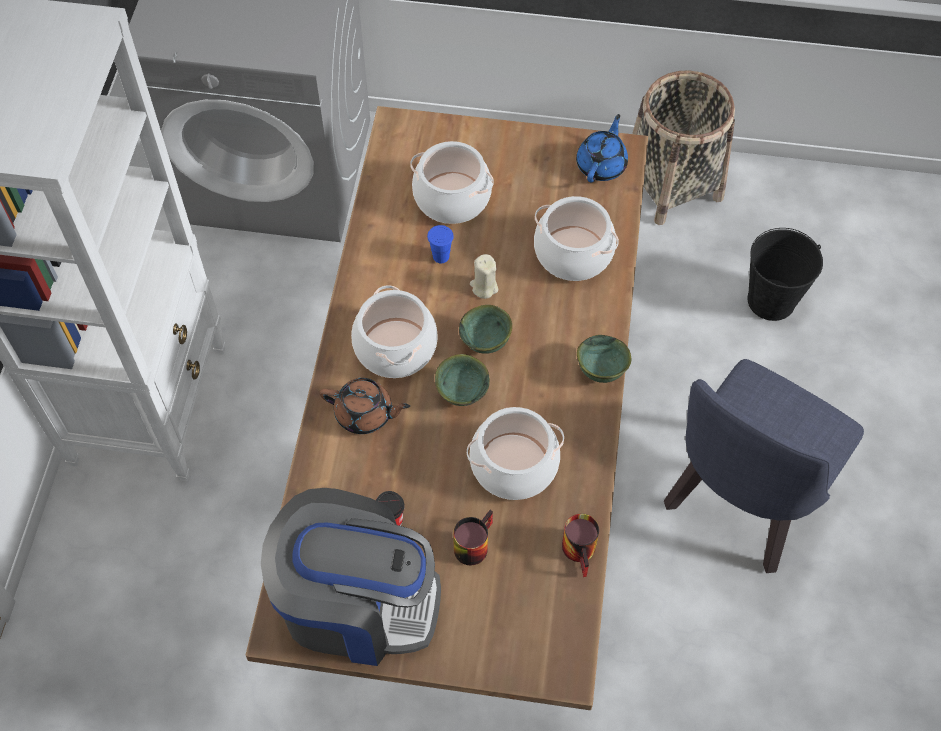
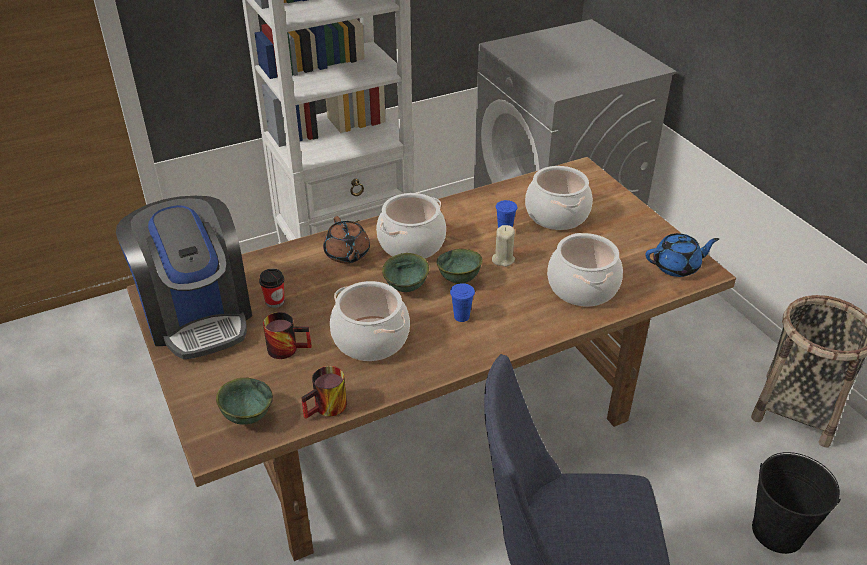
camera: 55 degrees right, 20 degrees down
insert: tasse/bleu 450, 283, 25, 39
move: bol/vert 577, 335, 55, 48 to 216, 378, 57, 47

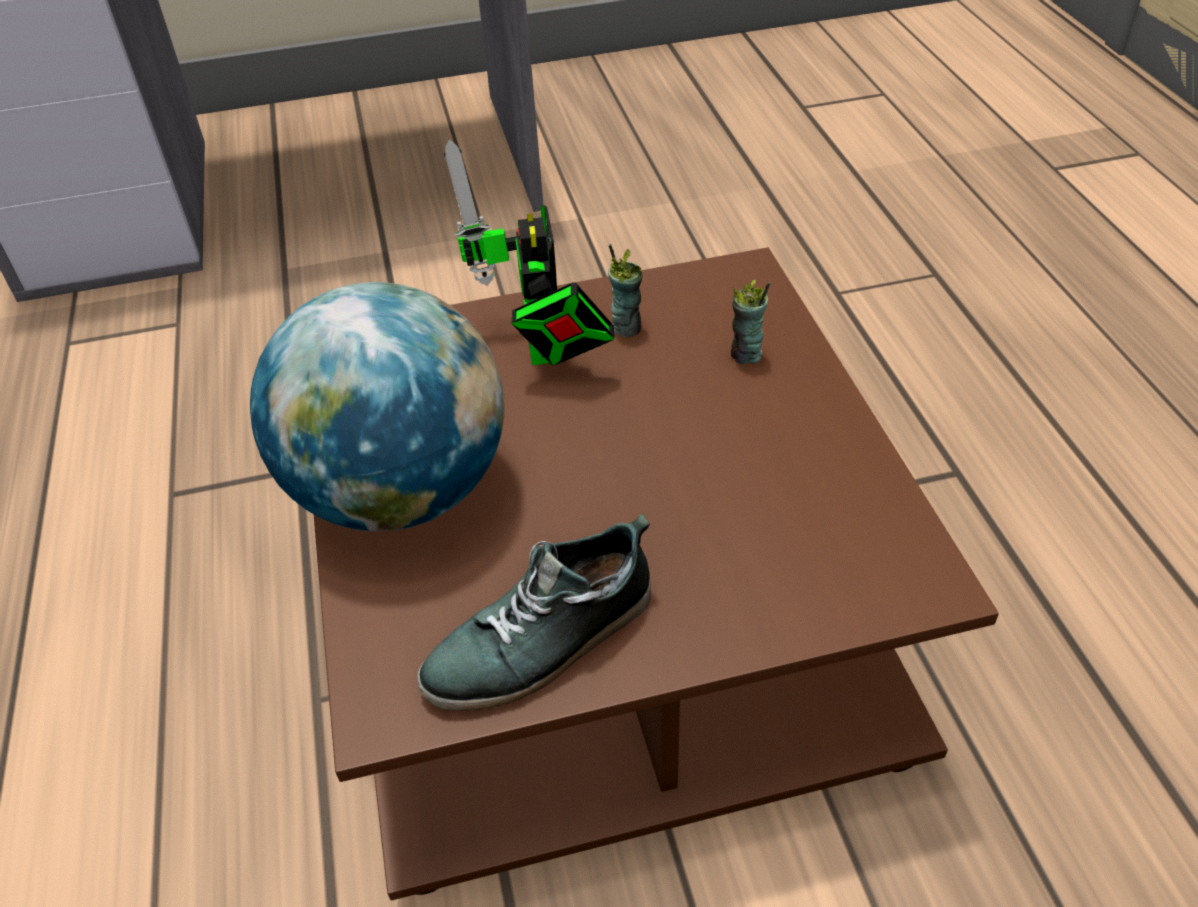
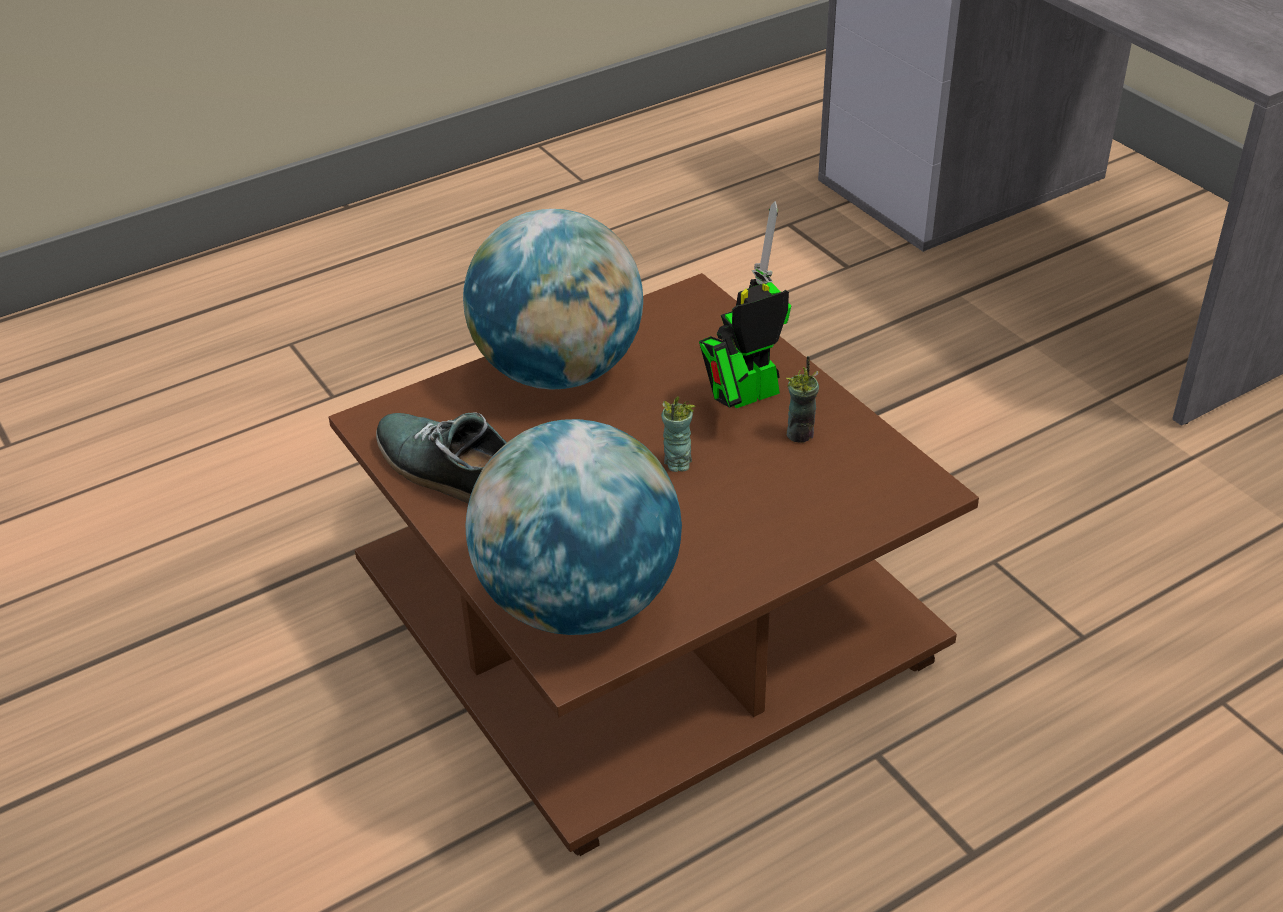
camera: 70 degrees right, 5 degrees down
insert: globe 466, 419, 216, 216
move: tasse 731, 279, 39, 86 to 661, 396, 34, 76

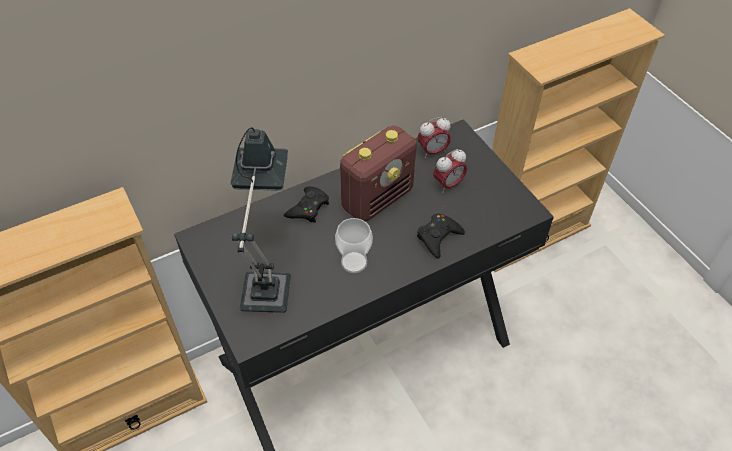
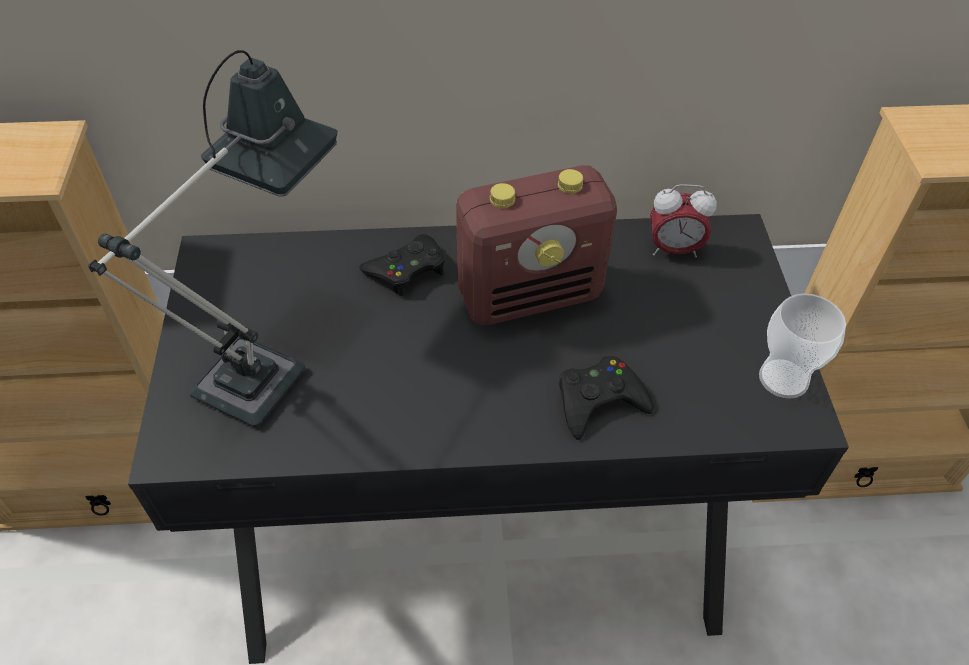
camera: 25 degrees right, 0 degrees up
delete: réveil 433, 149, 34, 44
move: tasse 335, 218, 38, 55 to 759, 294, 87, 105

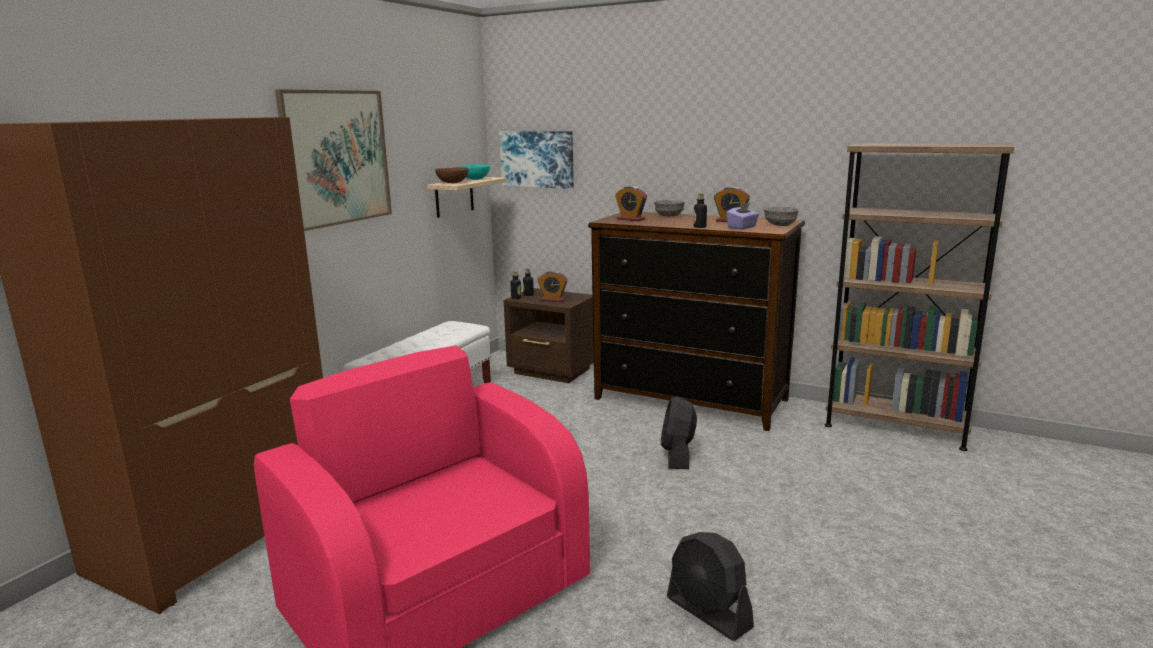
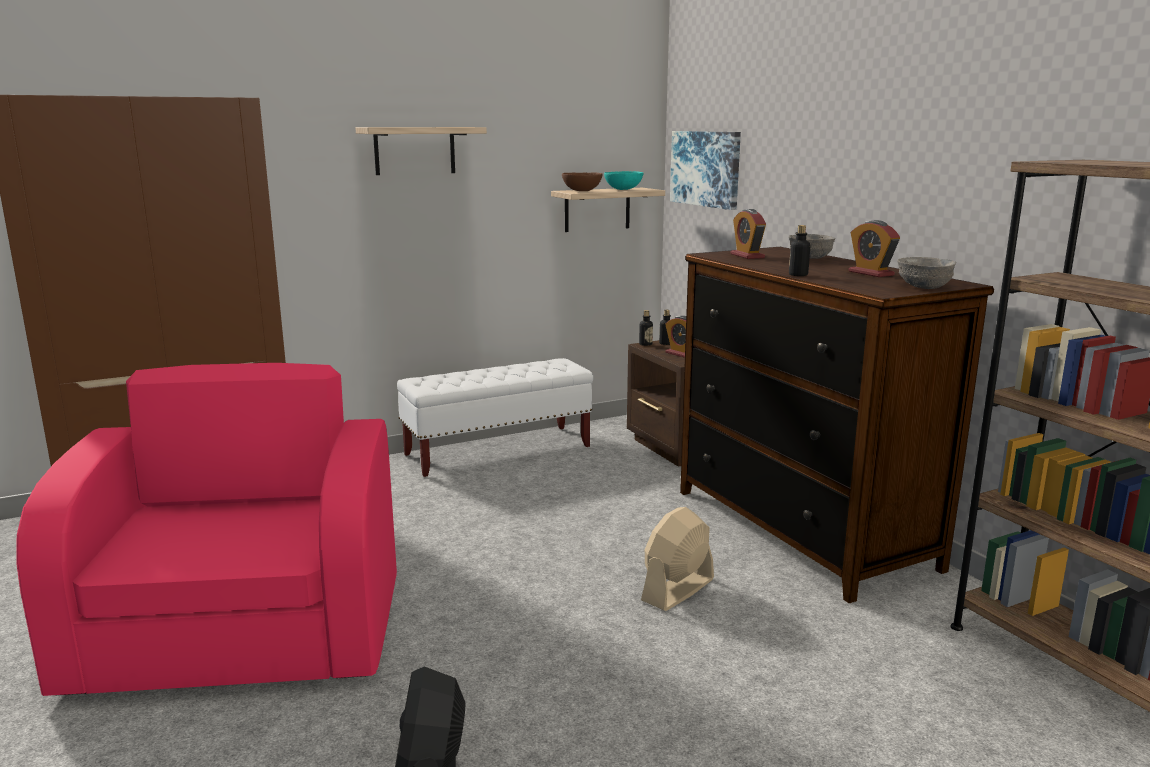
camera: 35 degrees right, 0 degrees up
delete: boîte à mouchoirs/violet 726, 203, 33, 27
replace: tableau 275, 89, 117, 142 to étagère 355, 127, 132, 48
recolor: ventilateur/noir 661, 396, 36, 73 to ventilateur/beige 641, 507, 73, 104

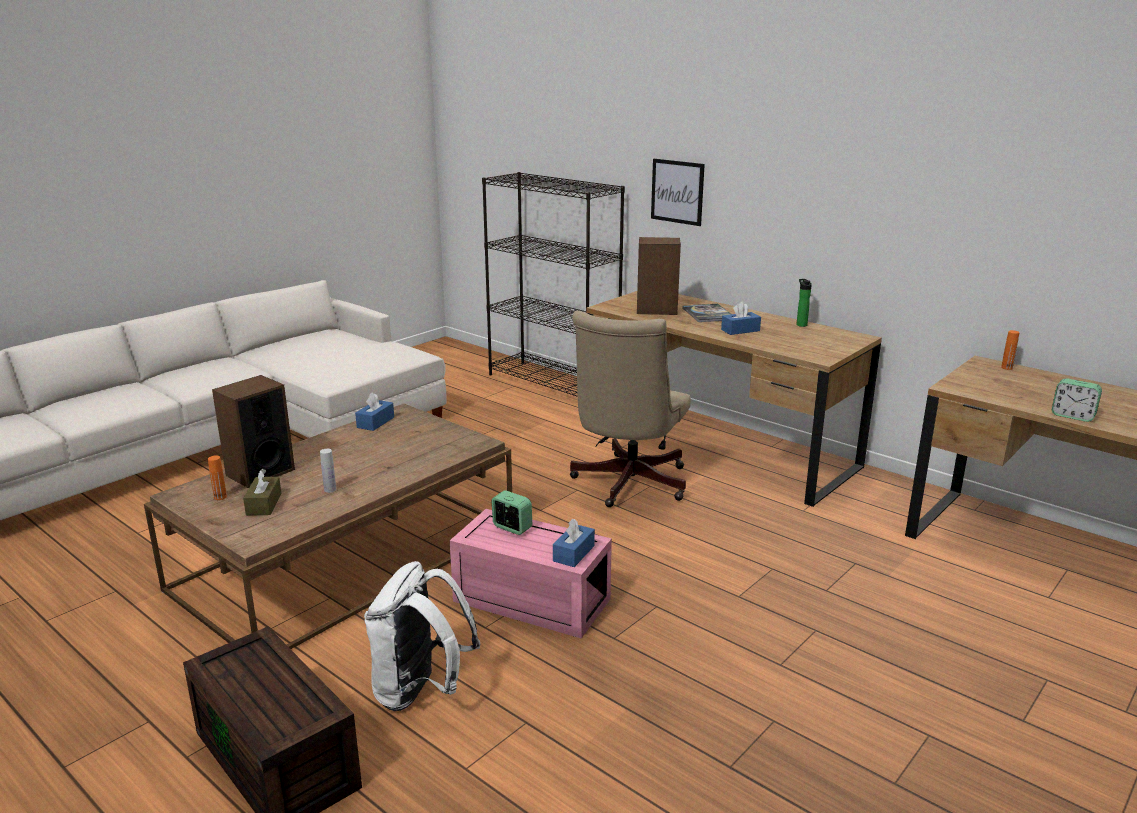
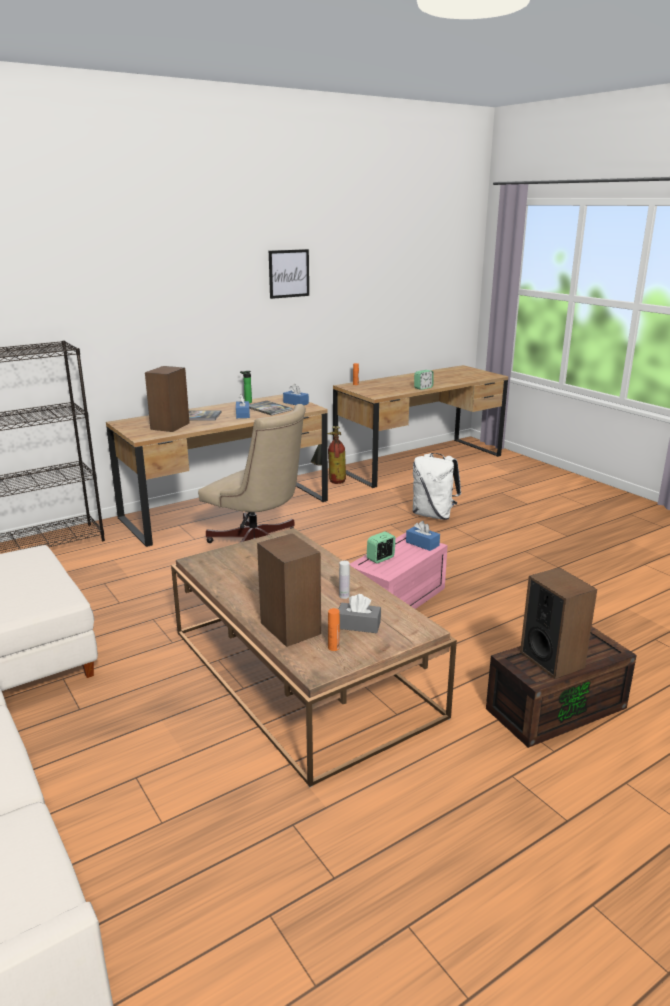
camera: 75 degrees left, 0 degrees up
insert: livre 249, 401, 44, 14; extincteur 311, 426, 35, 58; enceinte 520, 567, 77, 112
move: tableau 651, 159, 54, 67 to 269, 249, 40, 50; boîte à mouchoirs/bleu 355, 392, 39, 39 to 283, 384, 26, 21; sac à dos/blanc 364, 561, 117, 150 to 413, 453, 48, 67
recolor: boîte à mouchoirs/marron 243, 469, 39, 47 to boîte à mouchoirs/gris 338, 594, 43, 39

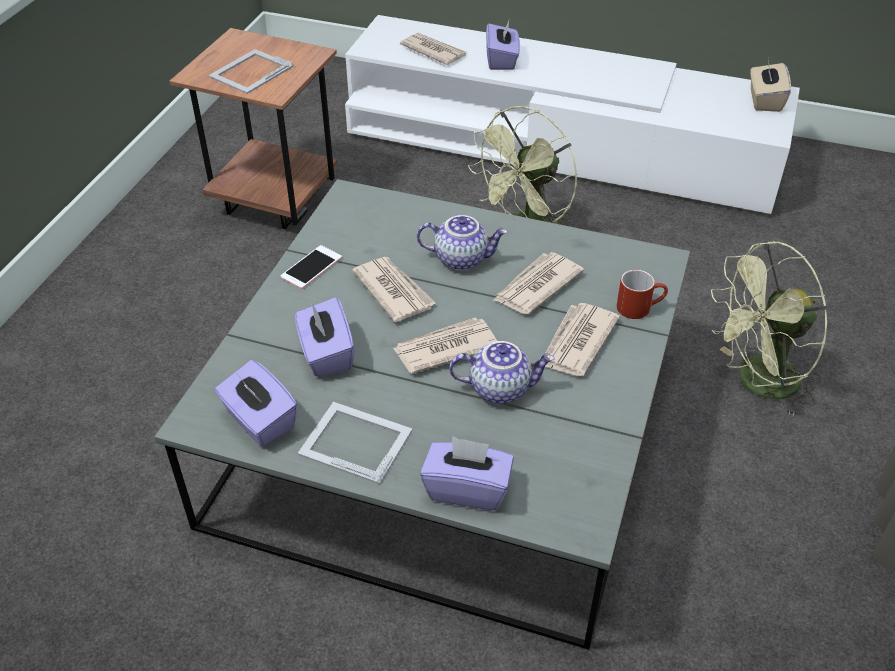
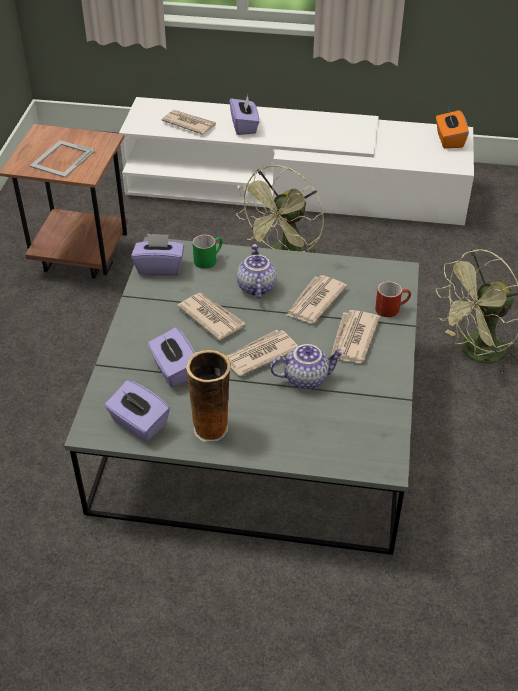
camera: 10 degrees left, 0 degrees up
delete: téléphone 281, 245, 61, 44
insert: mug/vert 193, 234, 29, 35
move: boîte à mouchoirs/violet 420, 436, 94, 74 to 131, 233, 53, 43
replace: cadre photo 298, 402, 115, 82 to vase 186, 350, 45, 92
recolor: boîte à mouchoirs/beige 750, 59, 41, 53 to boîte à mouchoirs/orange 436, 110, 33, 38
rotate: théière 417, 215, 91, 56 = 237, 244, 40, 55 90 degrees counterclockwise

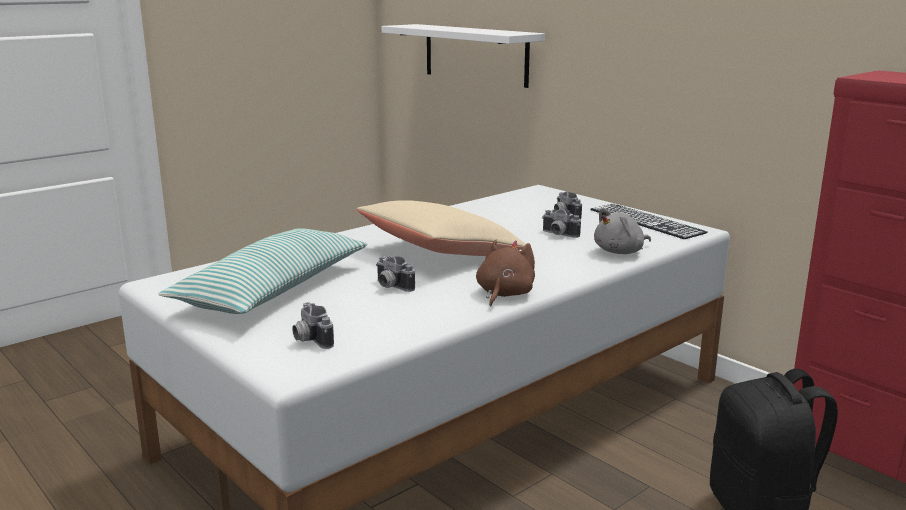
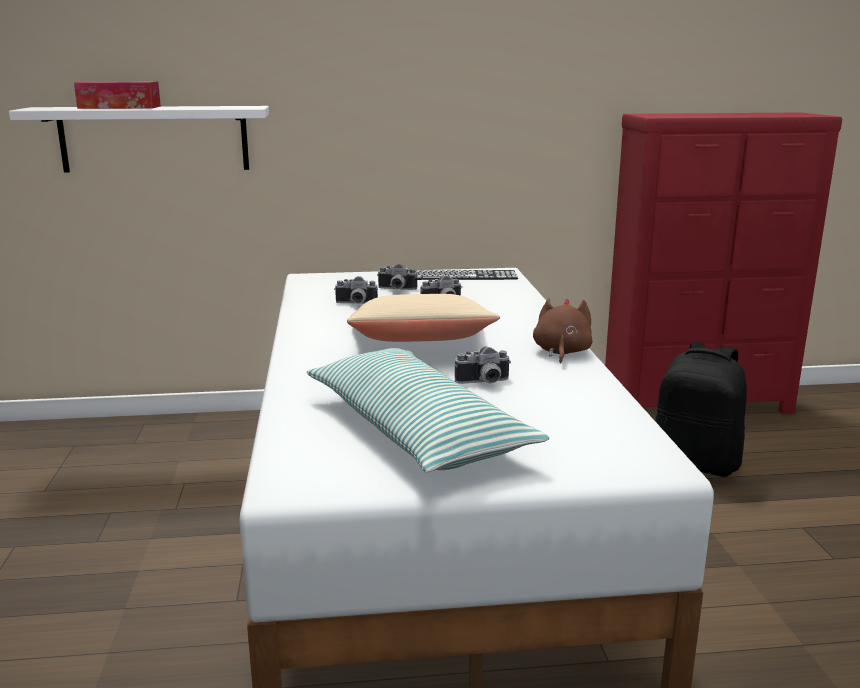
camera: 55 degrees left, 0 degrees up
delete: peluche/gris 594, 208, 57, 46
insert: boîte à mouchoirs 74, 81, 87, 28
move: appareil photo 292, 302, 42, 47 to 334, 276, 44, 28
rotate: peluche/marron 476, 240, 59, 67 = 533, 298, 60, 66 45 degrees clockwise

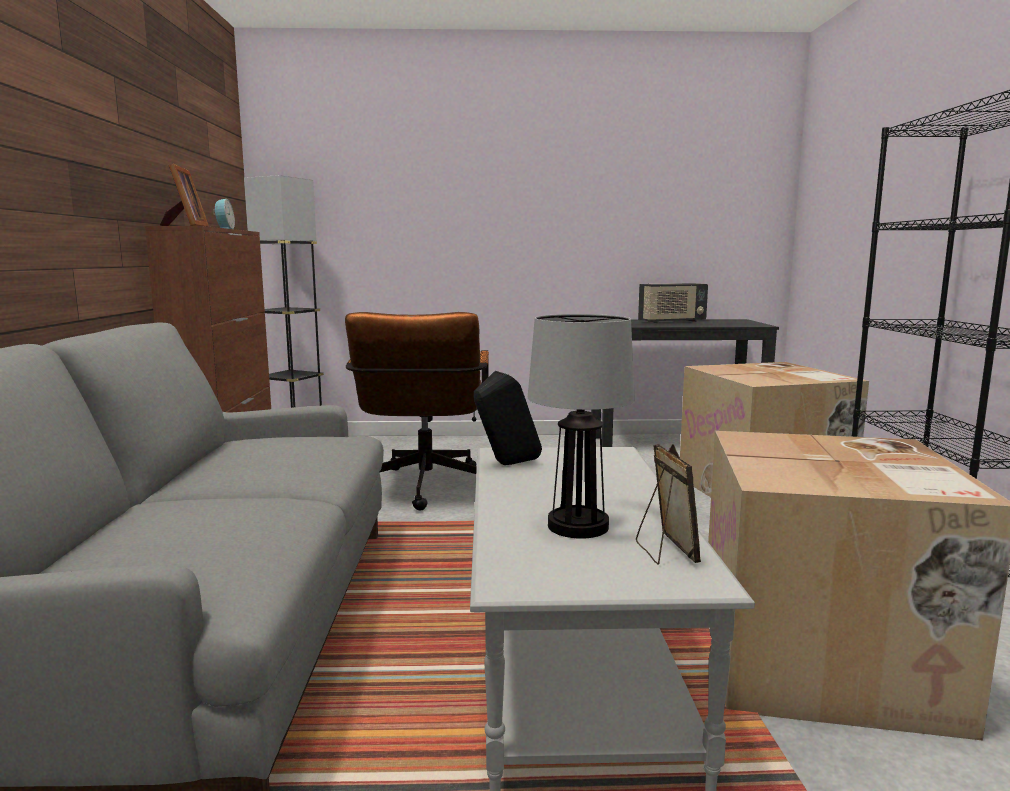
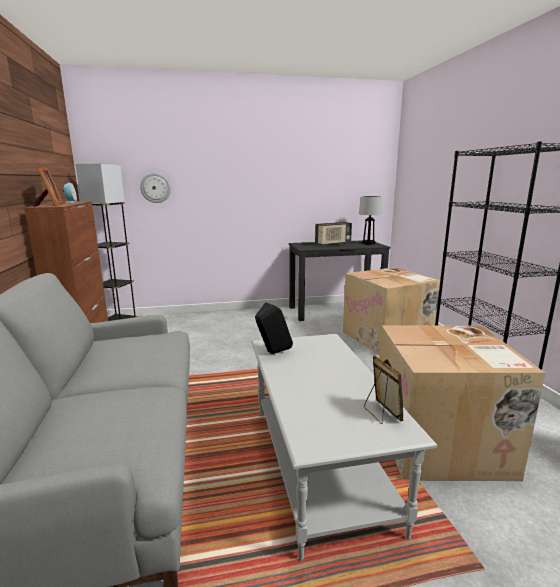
camera: 10 degrees left, 5 degrees up
delete: chaise de bureau/marron 345, 312, 144, 198
insert: horloge murale 140, 173, 31, 30
move: lampe de table 528, 314, 107, 225 to 359, 196, 23, 49

